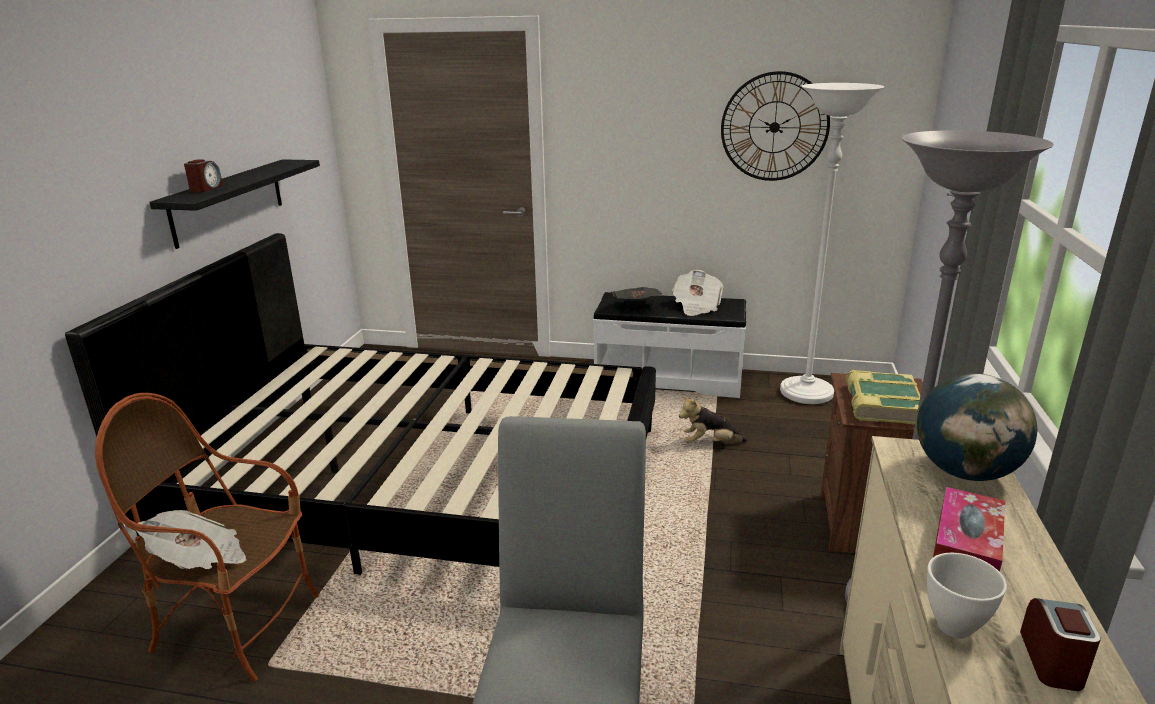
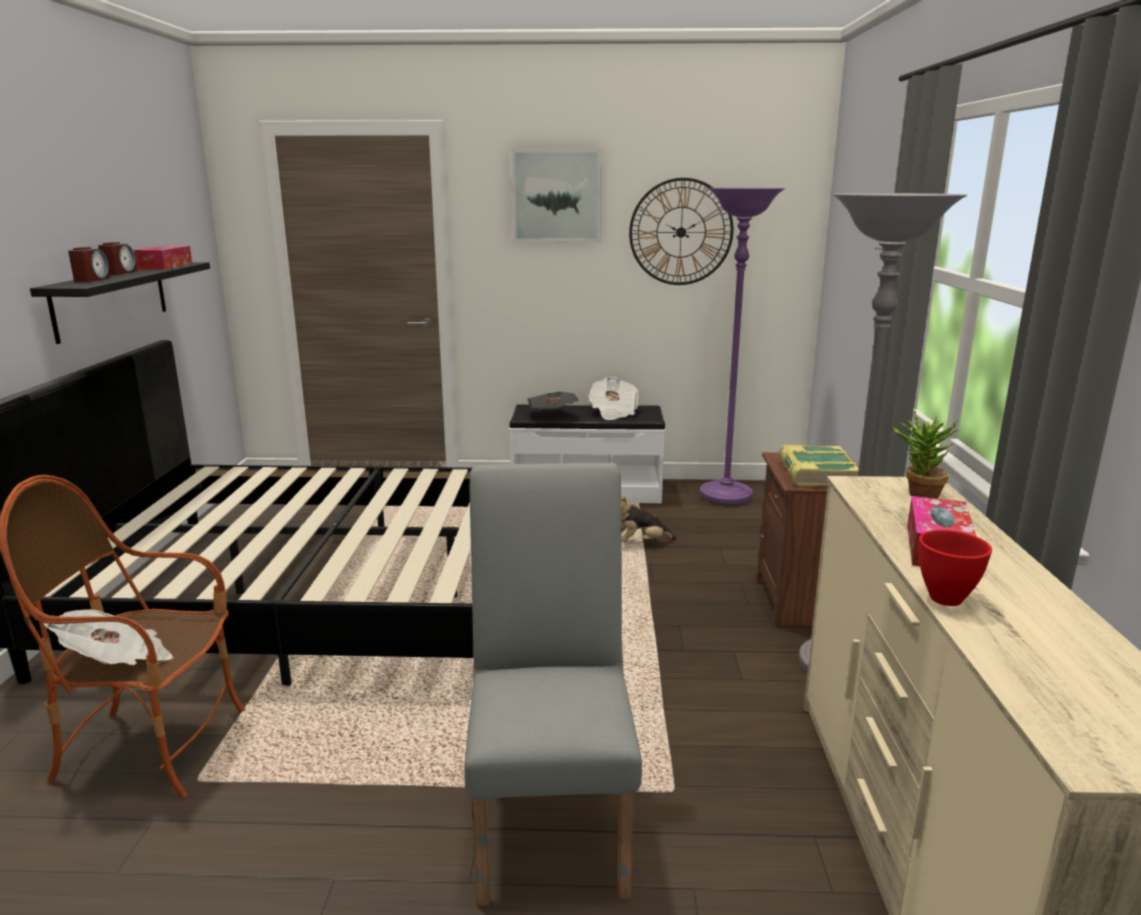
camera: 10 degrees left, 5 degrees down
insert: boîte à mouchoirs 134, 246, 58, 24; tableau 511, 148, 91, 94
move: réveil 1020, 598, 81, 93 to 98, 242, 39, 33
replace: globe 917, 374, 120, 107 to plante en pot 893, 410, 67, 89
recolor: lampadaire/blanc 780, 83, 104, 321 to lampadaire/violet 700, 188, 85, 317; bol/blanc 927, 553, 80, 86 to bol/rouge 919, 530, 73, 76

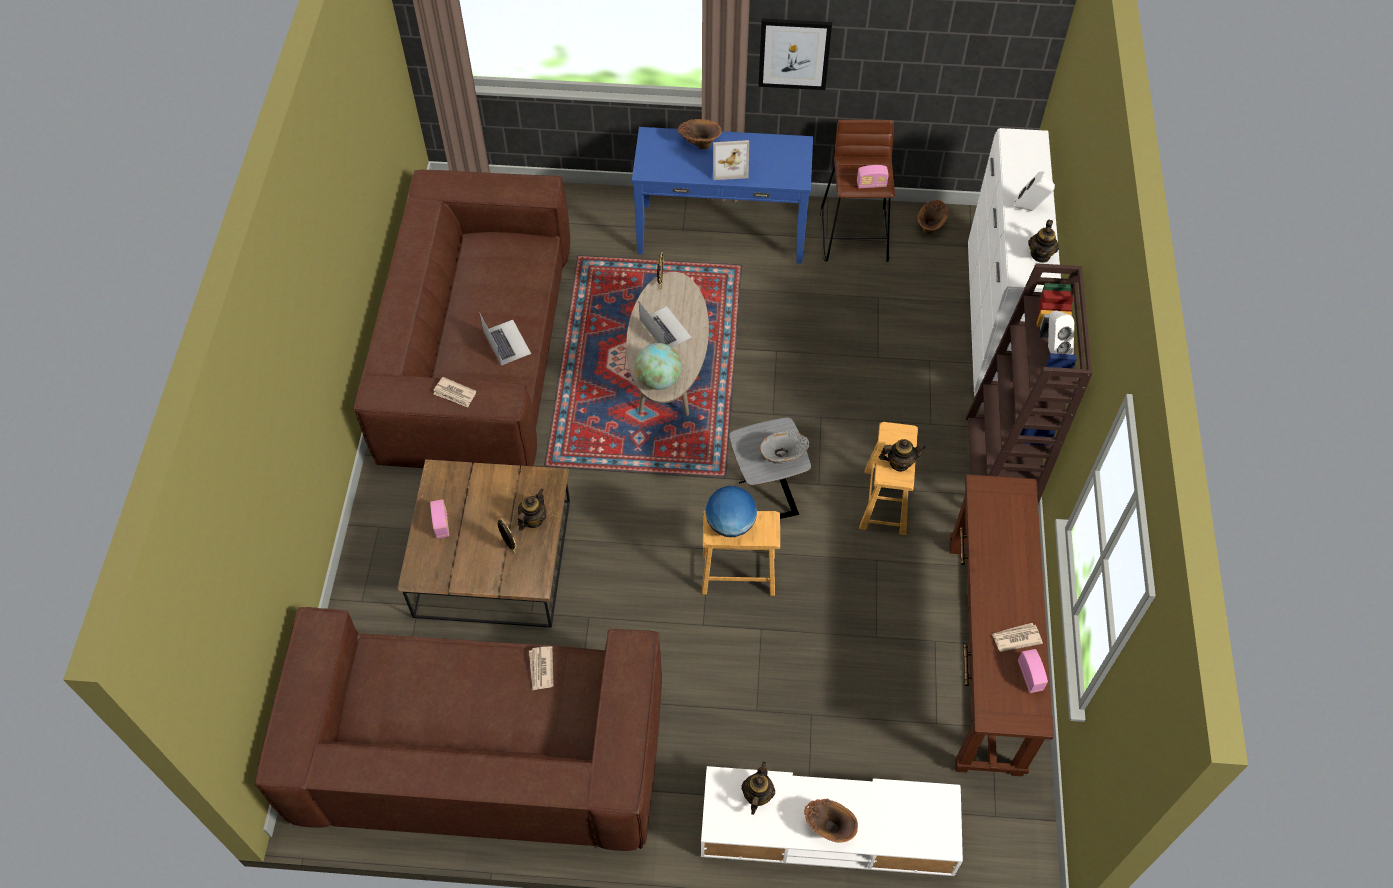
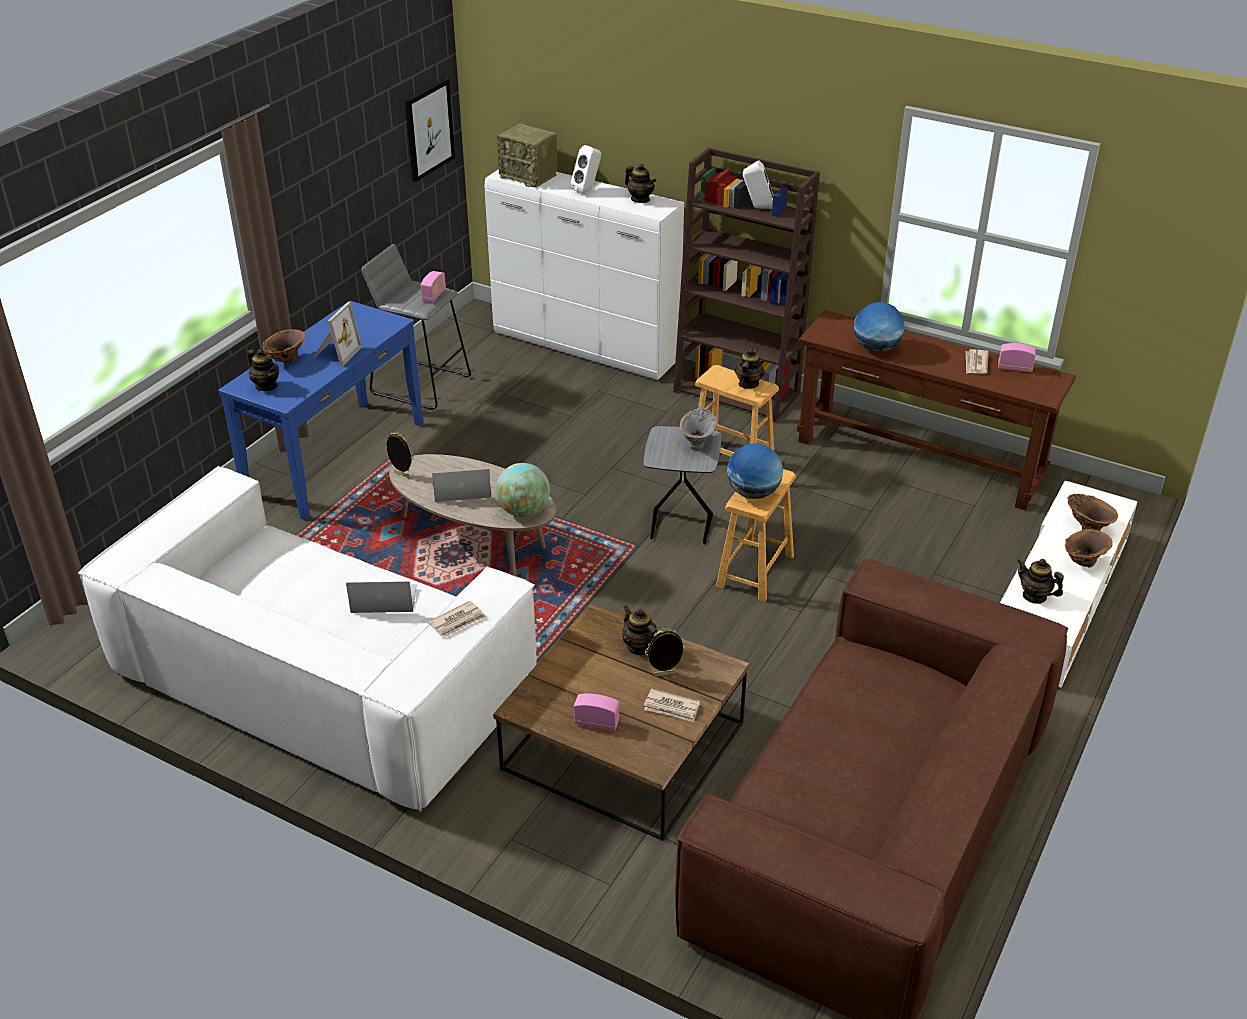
camera: 65 degrees left, 20 degrees down
insert: théière 247, 349, 32, 42; radio 497, 123, 60, 65; globe 854, 302, 50, 50
move: tableau 758, 19, 74, 71 to 405, 78, 50, 104; journal 529, 646, 25, 44 to 644, 689, 56, 33; vase/marron 918, 200, 31, 35 to 1067, 494, 51, 37
recolor: canapé/marron 354, 170, 216, 299 to canapé/blanc 78, 466, 458, 346; tabouret/marron 820, 120, 75, 142 to tabouret/gris 362, 244, 109, 166

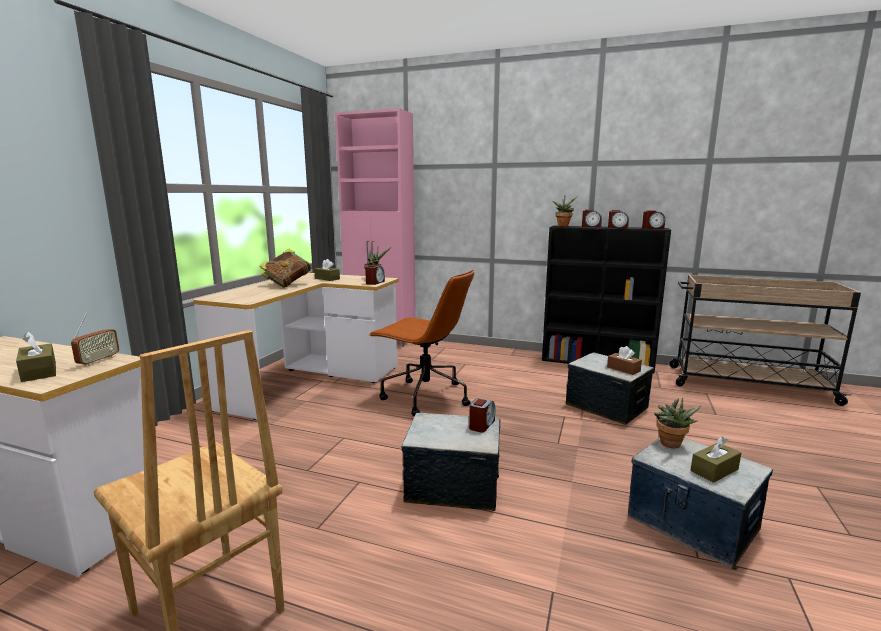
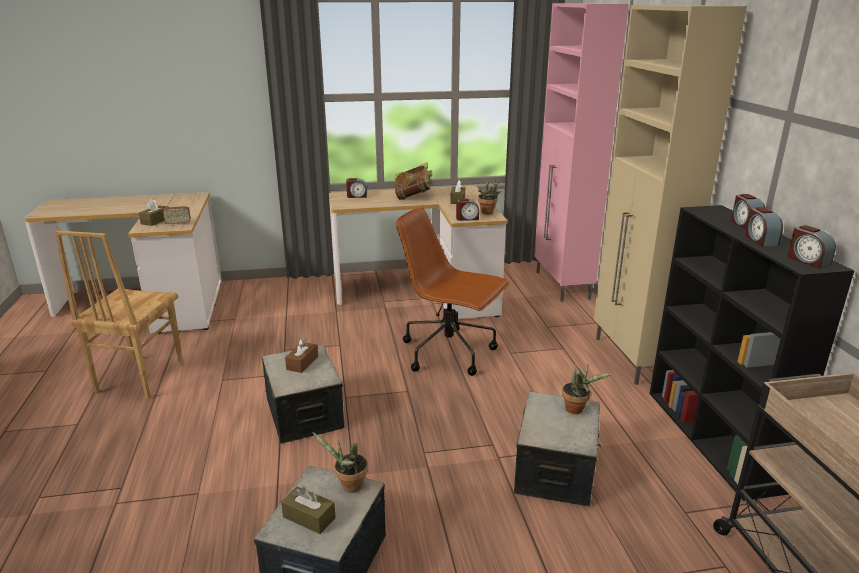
camera: 60 degrees right, 10 degrees up
insert: meuble de rangement/beige 594, 5, 153, 380
move: boîte à mouchoirs/marron 607, 346, 35, 29 to 285, 338, 33, 35; réveil 469, 398, 27, 34 to 346, 178, 21, 20; plante en pot 552, 195, 26, 32 to 562, 363, 50, 51
rotate: chaise de bureau/marron 370, 270, 104, 146 = 396, 207, 114, 169 120 degrees clockwise

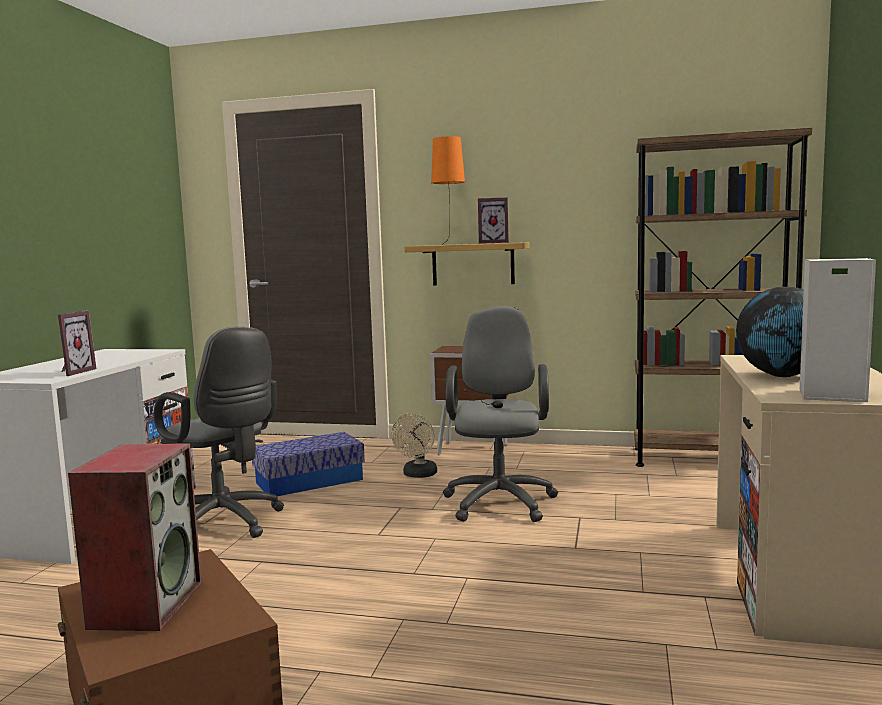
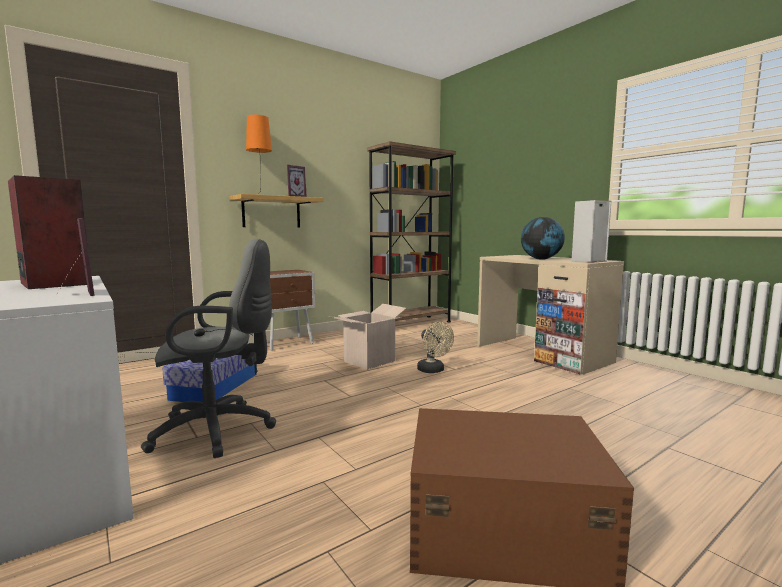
camera: 50 degrees left, 0 degrees up
move: enceinte 68, 444, 134, 187 to 8, 175, 80, 114; ventilateur/beige 391, 413, 46, 65 to 417, 322, 37, 51
replace: chaise de bureau/gris 443, 306, 115, 216 to carton 329, 304, 77, 66

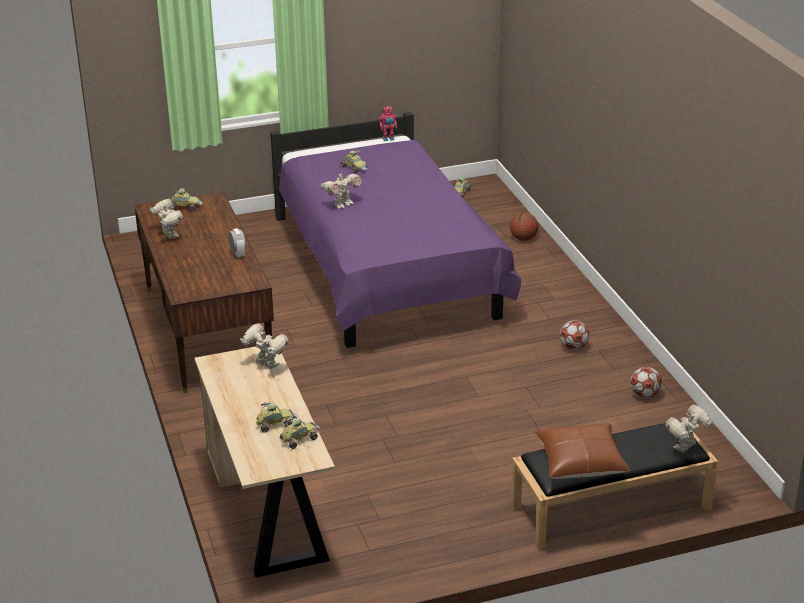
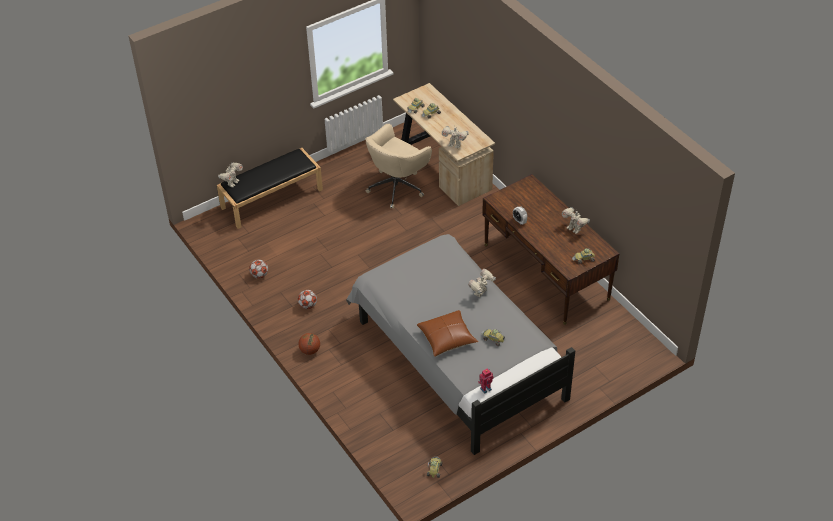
camera: 165 degrees right, 15 degrees up
insert: chaise de bureau/beige 365, 124, 67, 85
move: ballon de basket 510, 213, 28, 28 to 298, 333, 22, 22; coussin/marron 534, 423, 96, 56 to 417, 310, 62, 47
recolor: lit/violet 270, 112, 251, 236 to lit/gris 346, 234, 229, 221

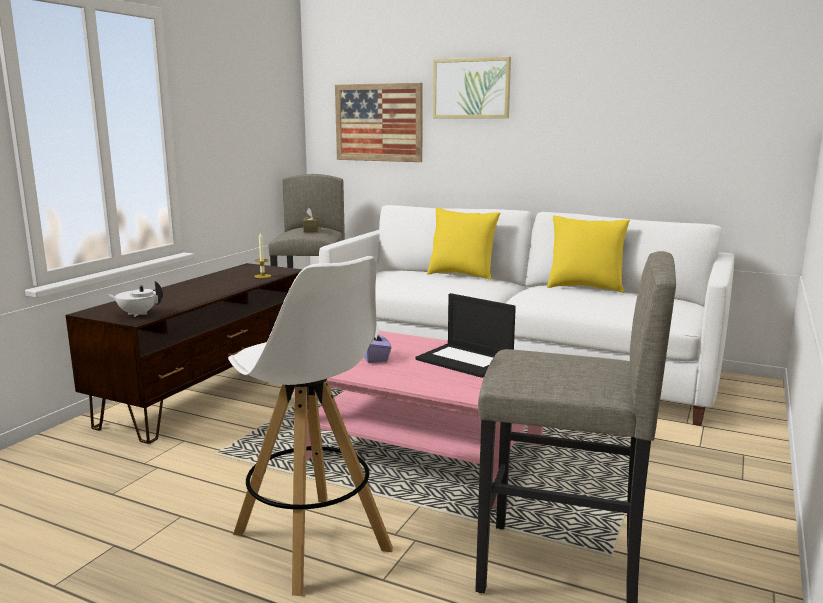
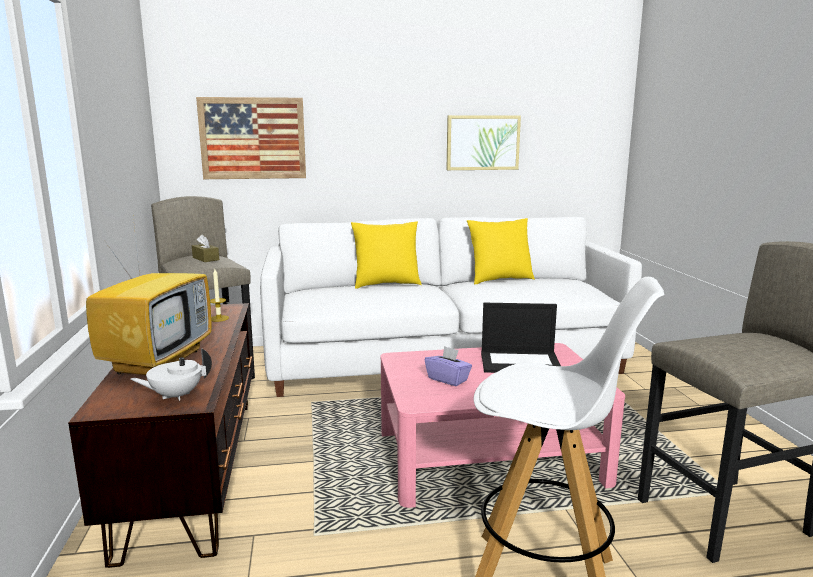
camera: 35 degrees left, 0 degrees up
insert: téléviseur 86, 218, 126, 157
move: tableau 433, 57, 78, 61 to 447, 115, 74, 55

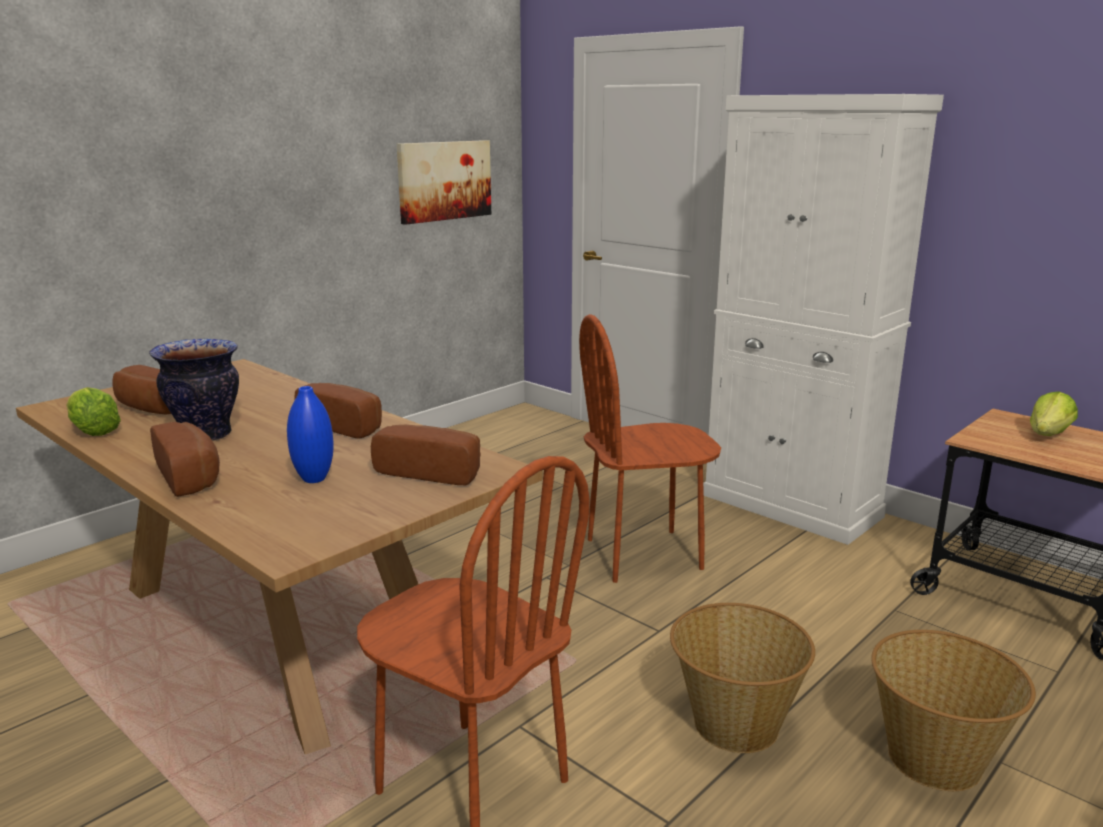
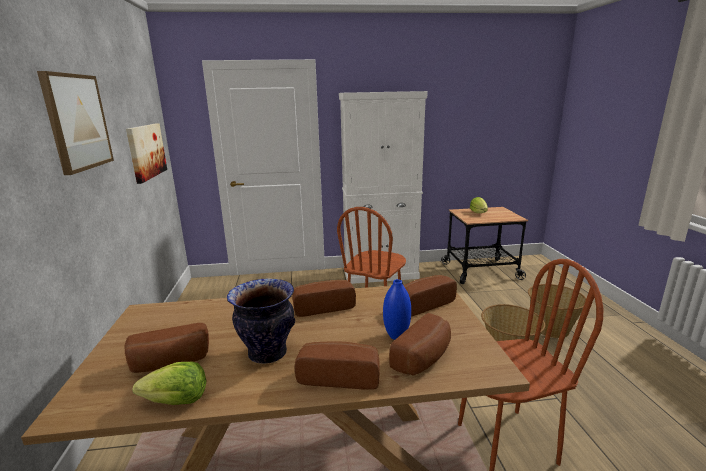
camera: 50 degrees left, 0 degrees up
insert: tableau 37, 71, 77, 104; pain 389, 313, 62, 62

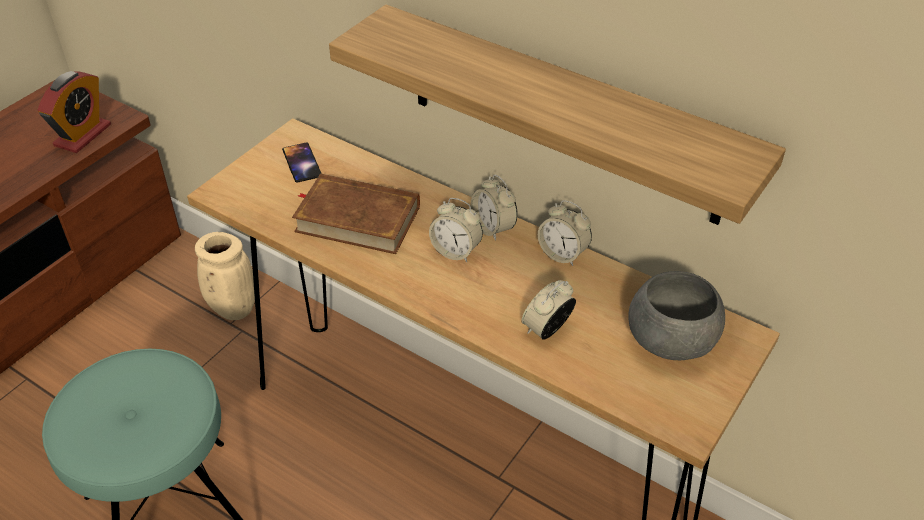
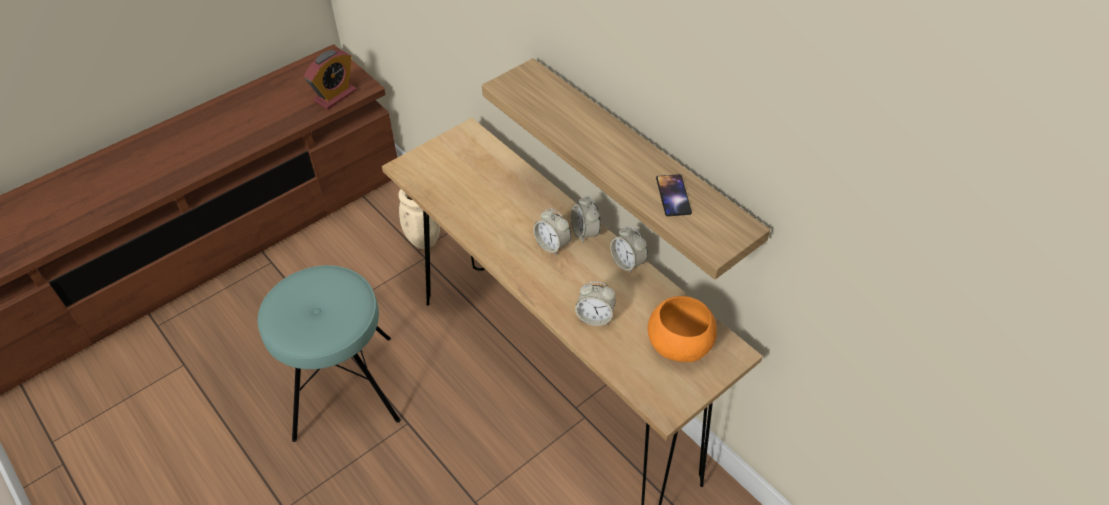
camera: 15 degrees right, 5 degrees up
delete: livre/marron 292, 173, 128, 81
move: téléphone 282, 142, 40, 41 to 656, 174, 36, 42
recolor: bol/gris 628, 271, 97, 89 to bol/orange 648, 296, 69, 66
rotate: réveil 521, 280, 55, 60 = 575, 282, 41, 44 135 degrees counterclockwise

